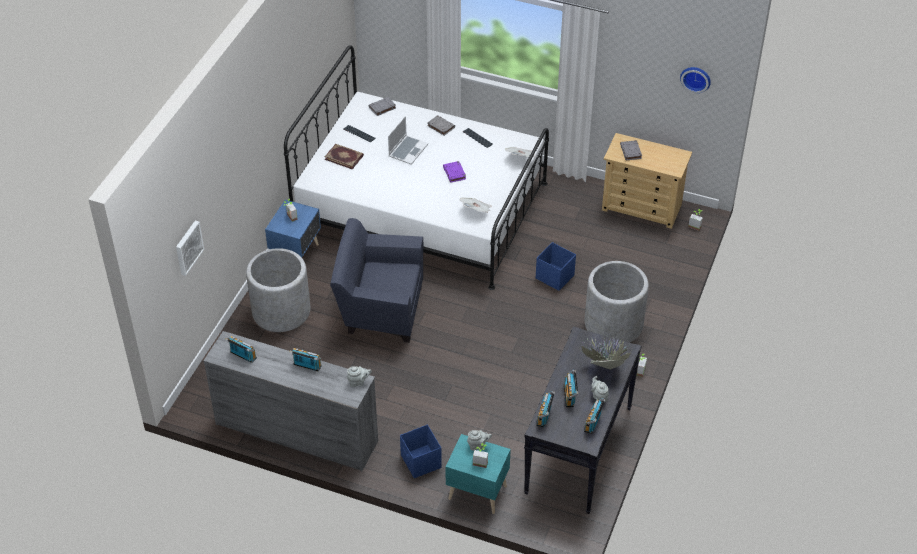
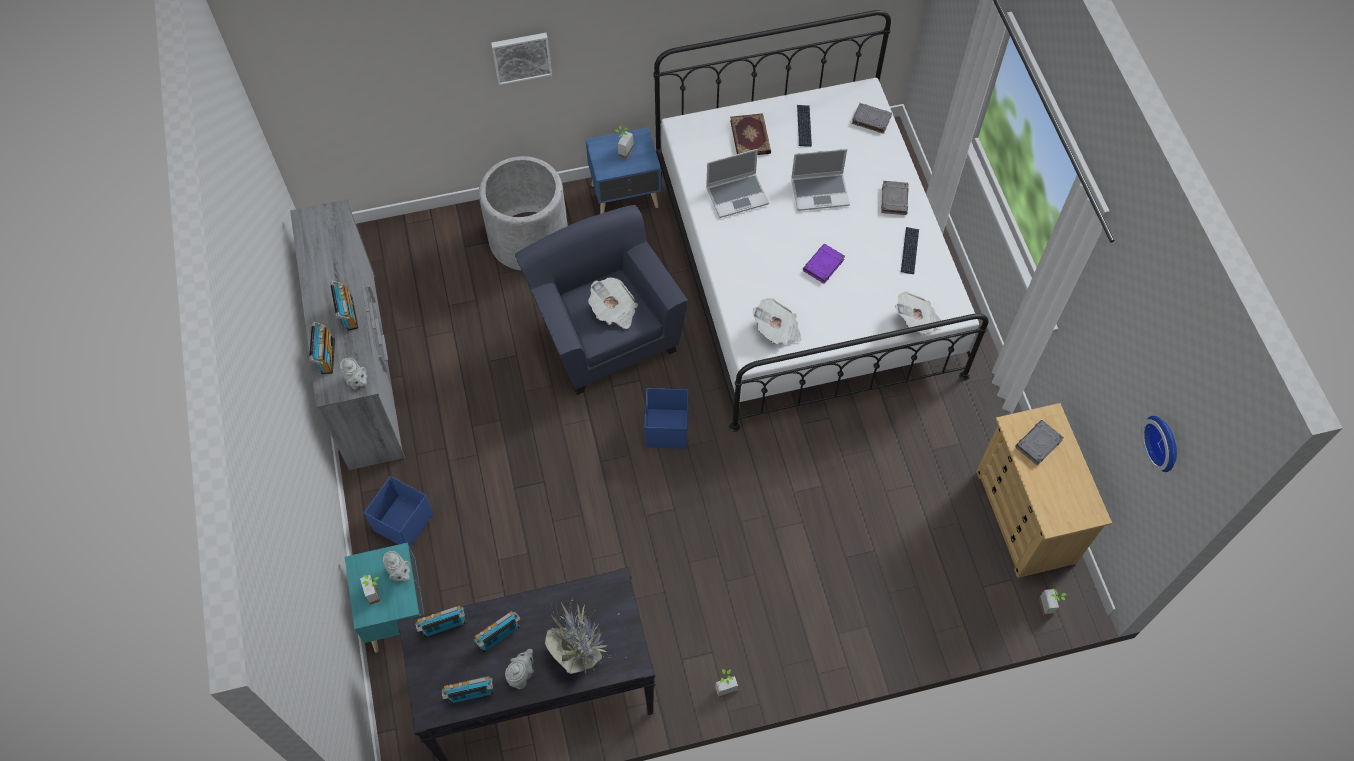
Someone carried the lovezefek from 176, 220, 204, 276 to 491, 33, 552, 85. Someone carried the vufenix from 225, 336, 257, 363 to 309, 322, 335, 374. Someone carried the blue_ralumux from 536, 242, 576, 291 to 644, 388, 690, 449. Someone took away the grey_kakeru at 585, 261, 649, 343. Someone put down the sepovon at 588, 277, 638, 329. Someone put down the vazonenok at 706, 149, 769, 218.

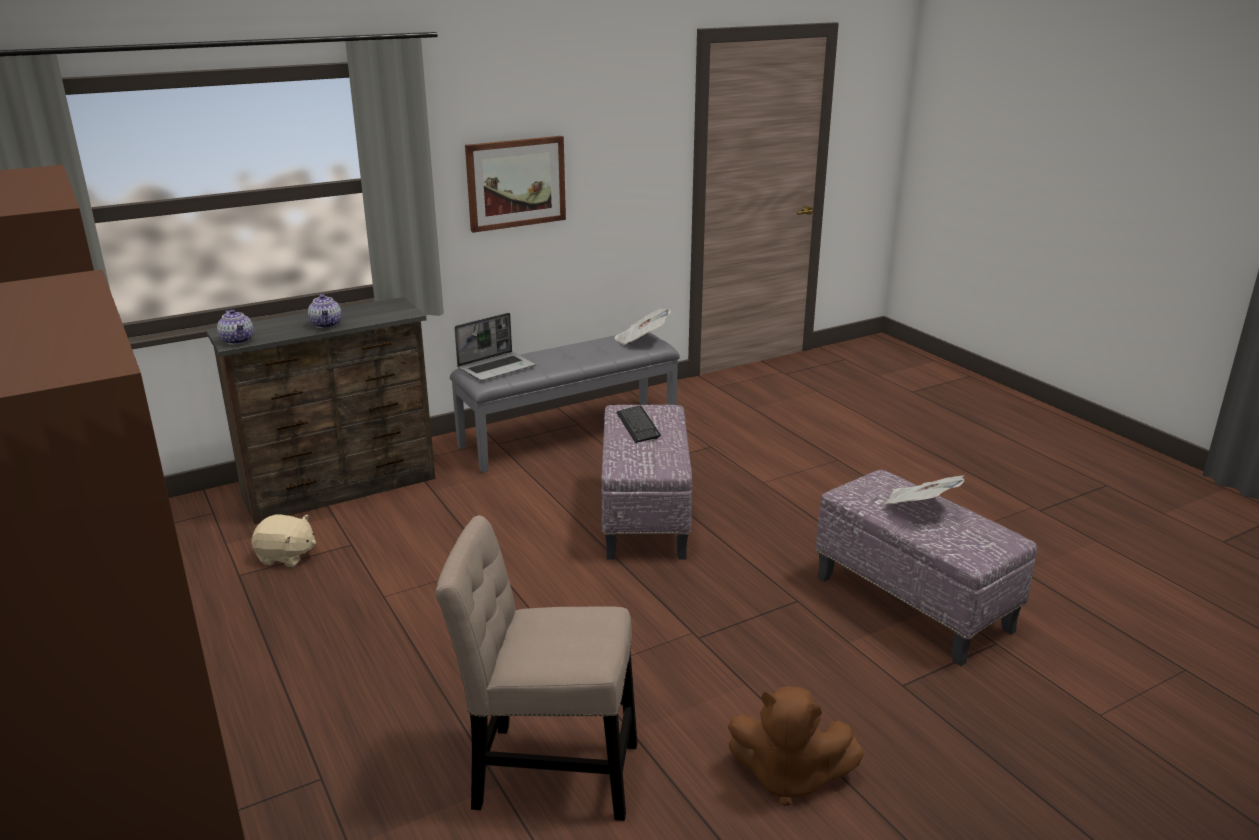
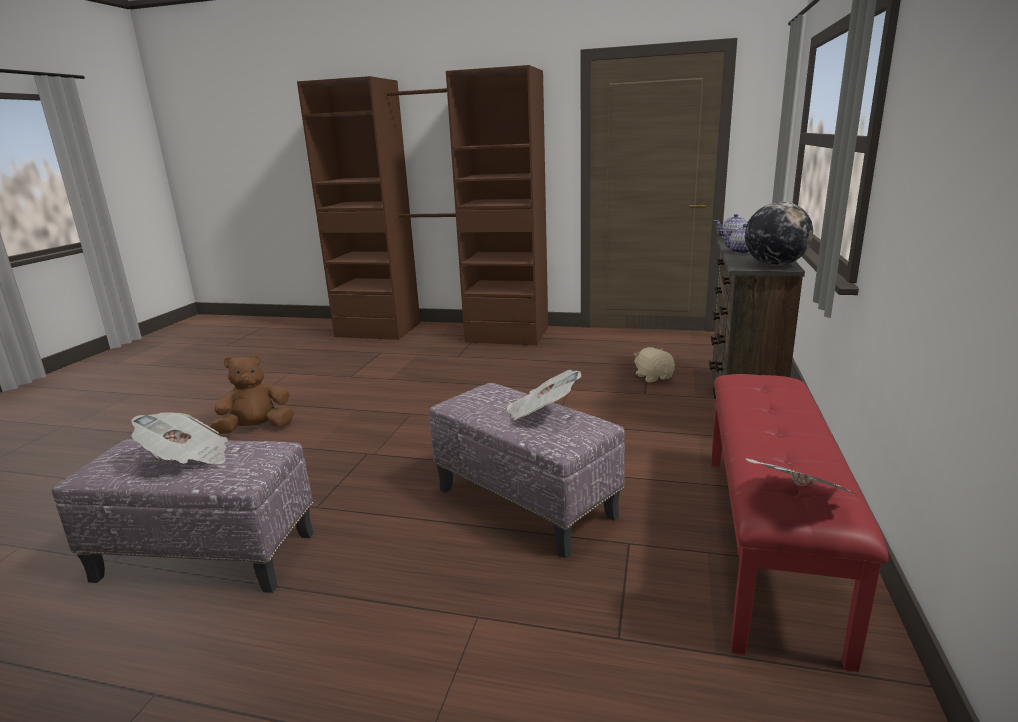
Someone rotated the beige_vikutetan at 251, 515, 316, 567 by 105 degrees clockwise. Someone took away the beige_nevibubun at 435, 515, 637, 821. Someone repainted the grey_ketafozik at 450, 332, 680, 473, which became the red_ketafozik at 711, 374, 889, 672. Someone took away the vazonenok at 454, 313, 536, 381. Someone took away the lovezefek at 465, 136, 566, 233. Someone swapped the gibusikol at 616, 405, 661, 443 for the sepovon at 506, 369, 581, 420. Someone put down the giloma at 745, 202, 813, 266.

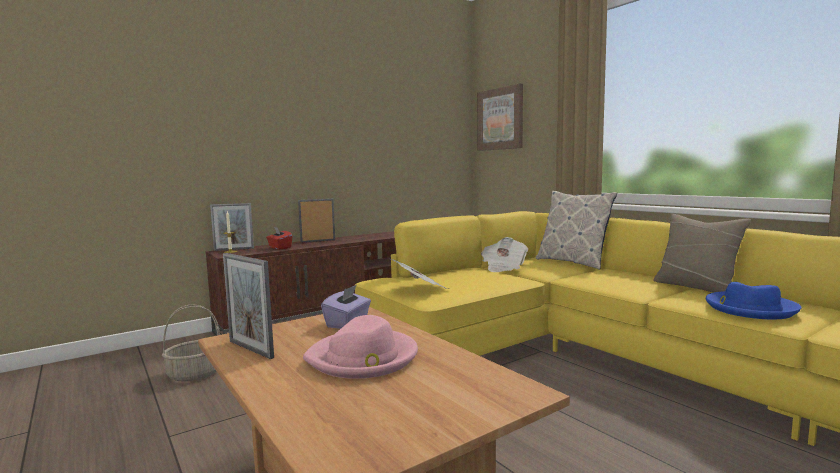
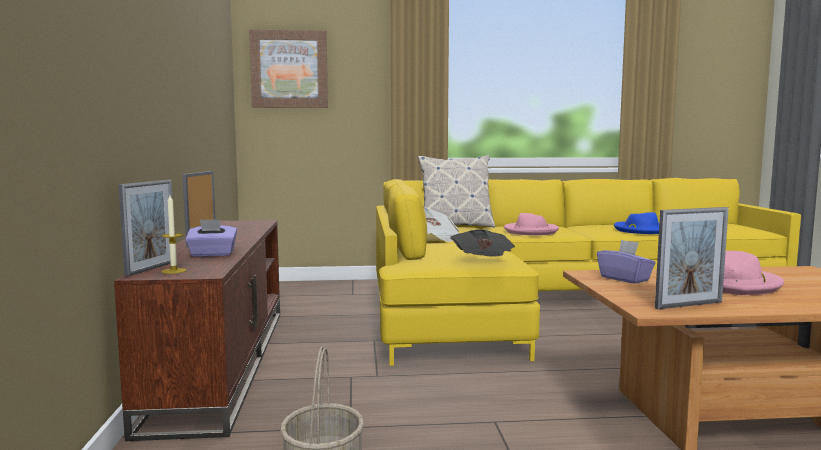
Someone repainted the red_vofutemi at 266, 227, 293, 250, which became the purple_vofutemi at 185, 219, 237, 257. Someone took away the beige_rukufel at 653, 214, 751, 293. Someone put down the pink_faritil at 504, 213, 559, 235.

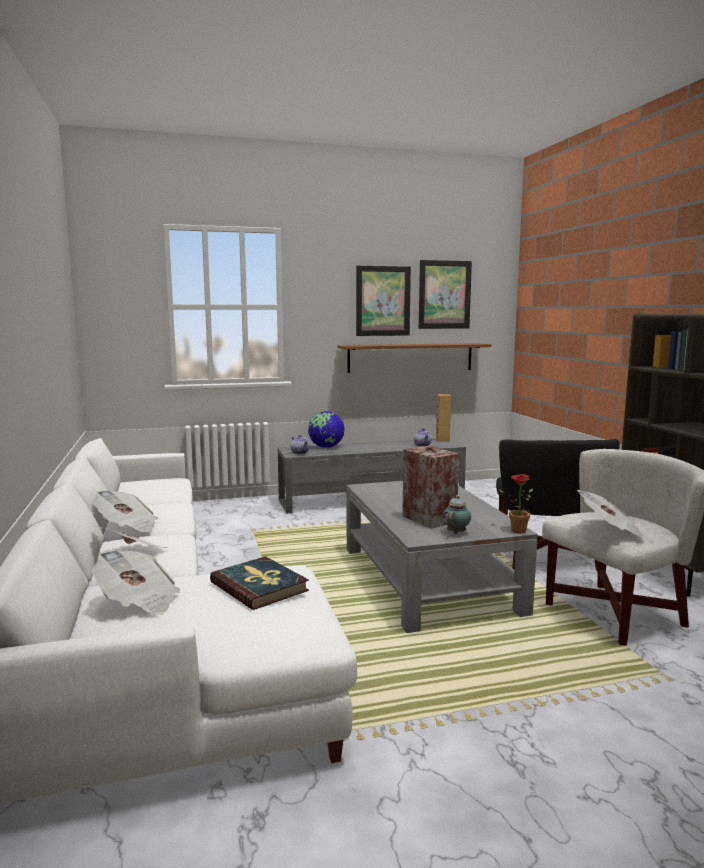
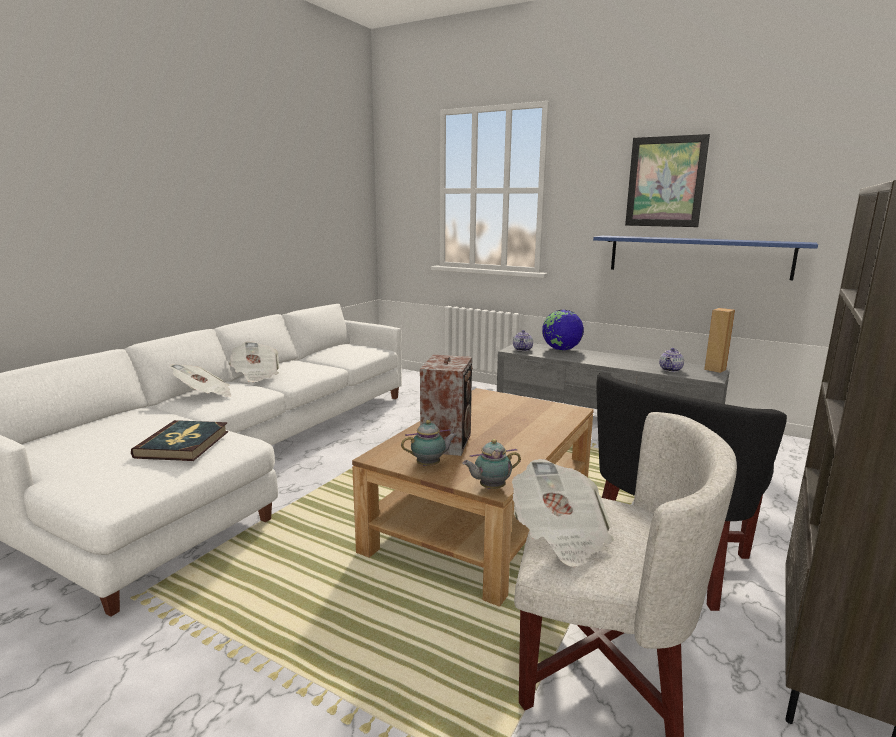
Someone took away the sepovon at 91, 550, 180, 615. Someone repainted the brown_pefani at 337, 343, 491, 373, which became the blue_pefani at 593, 236, 818, 280. Someone repainted the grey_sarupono at 347, 481, 538, 633, which became the brown_sarupono at 352, 388, 594, 607. Someone took away the lovezefek at 419, 260, 472, 329. Someone swapped the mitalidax at 499, 474, 533, 533 for the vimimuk at 462, 439, 521, 489.

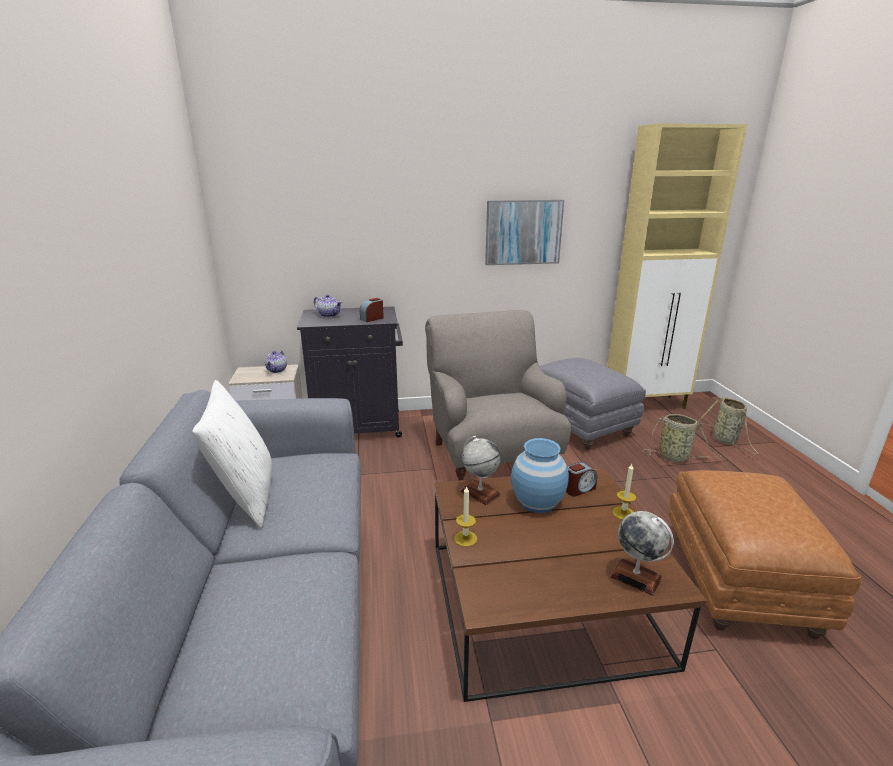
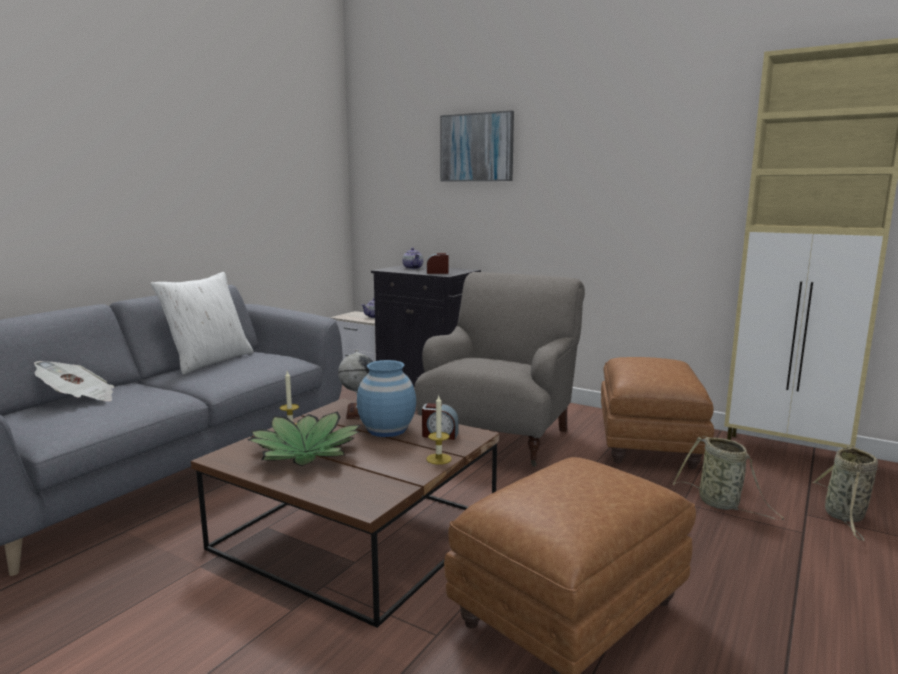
Someone carried the lovezefek from 485, 200, 564, 265 to 440, 110, 514, 182. Someone repainted the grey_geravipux at 540, 358, 646, 450, which became the brown_geravipux at 601, 357, 714, 469. Someone took away the giloma at 610, 511, 674, 596. Someone put down the sepovon at 34, 361, 114, 401. Someone put down the mitalidax at 247, 411, 361, 466.

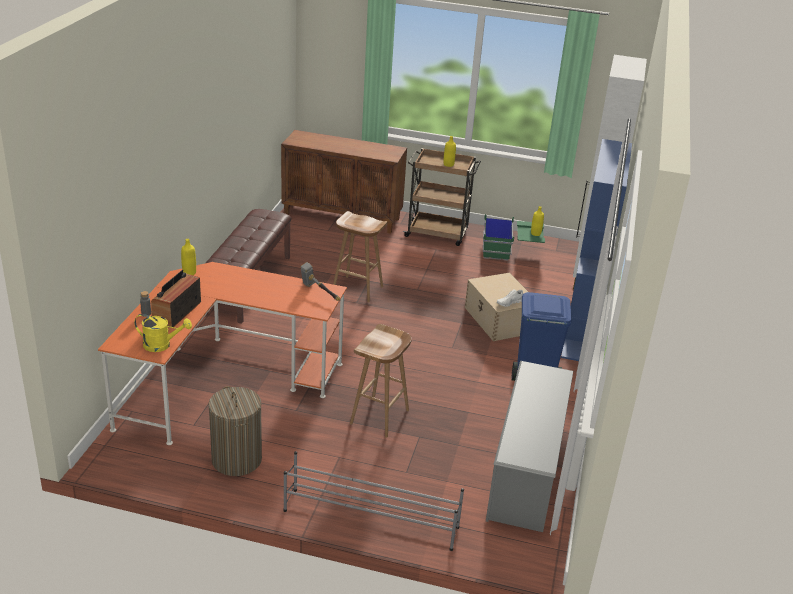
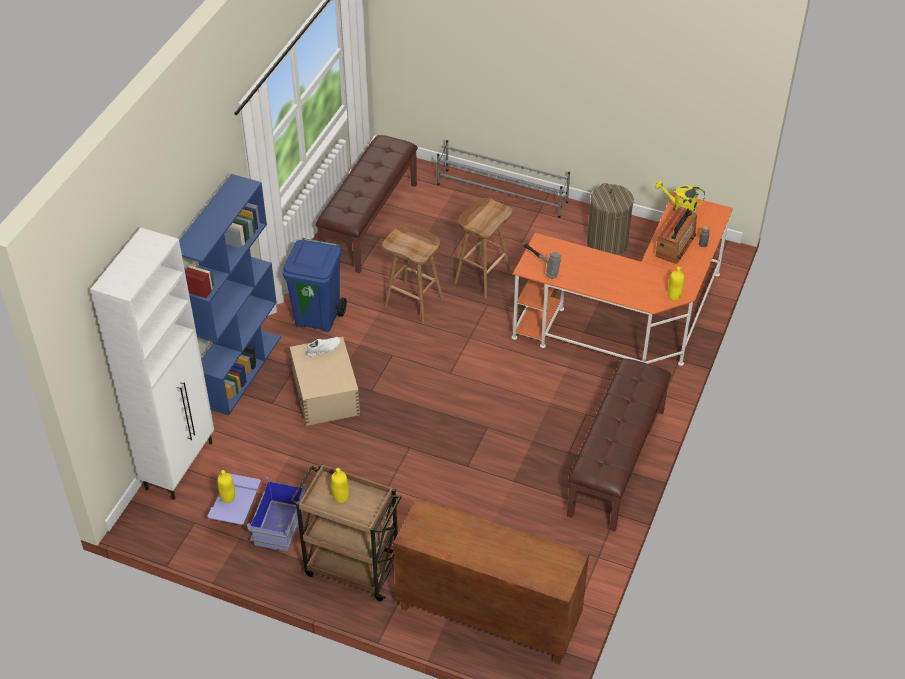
Someone carried the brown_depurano from 333, 211, 387, 303 to 382, 225, 444, 324. Someone repainted the green_ralumux at 483, 214, 545, 260, which became the blue_ralumux at 207, 473, 306, 552. Someone swapped the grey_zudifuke at 486, 361, 573, 532 for the brown_ketafozik at 316, 135, 418, 273.

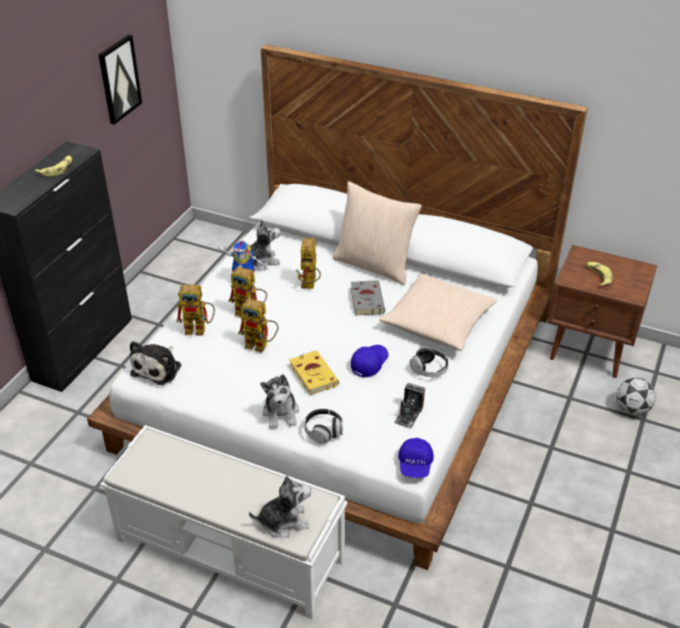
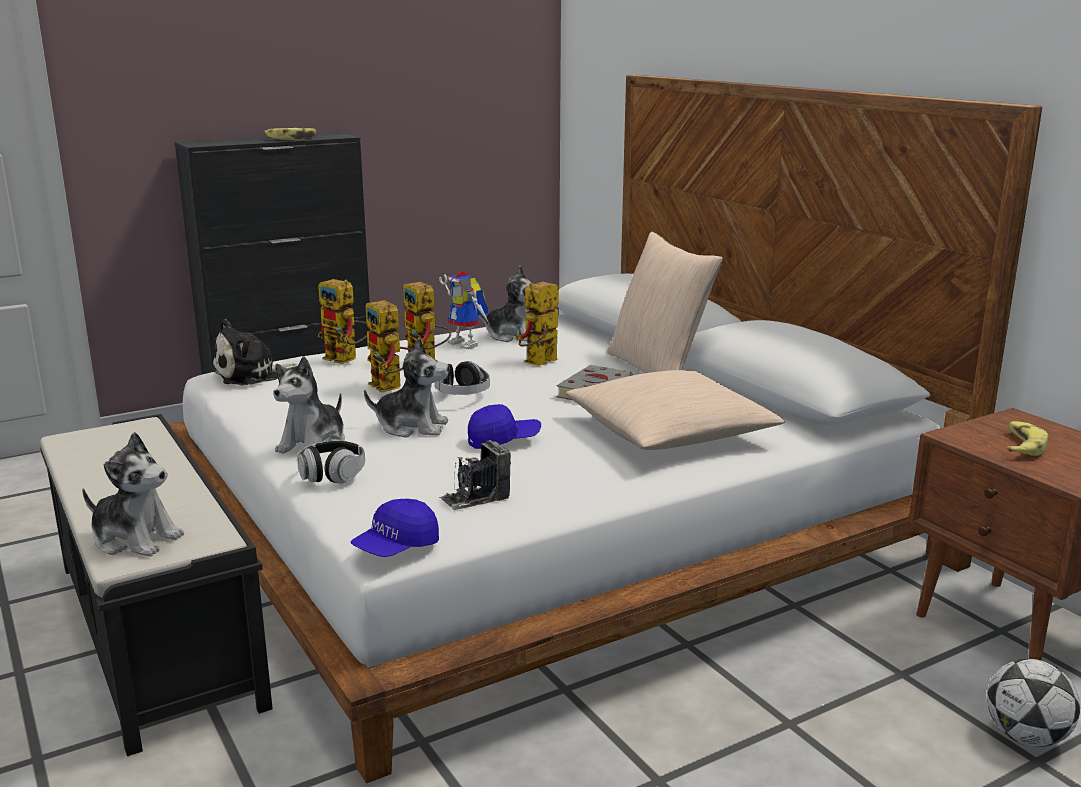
Someone took away the lovezefek at 98, 34, 142, 125. Someone repainted the white_ketafozik at 100, 425, 348, 619, which became the black_ketafozik at 40, 414, 273, 756. Someone swapped the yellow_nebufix at 289, 350, 339, 395 for the vikutetan at 364, 338, 449, 438. Someone carried the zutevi from 410, 346, 449, 377 to 435, 361, 490, 395.

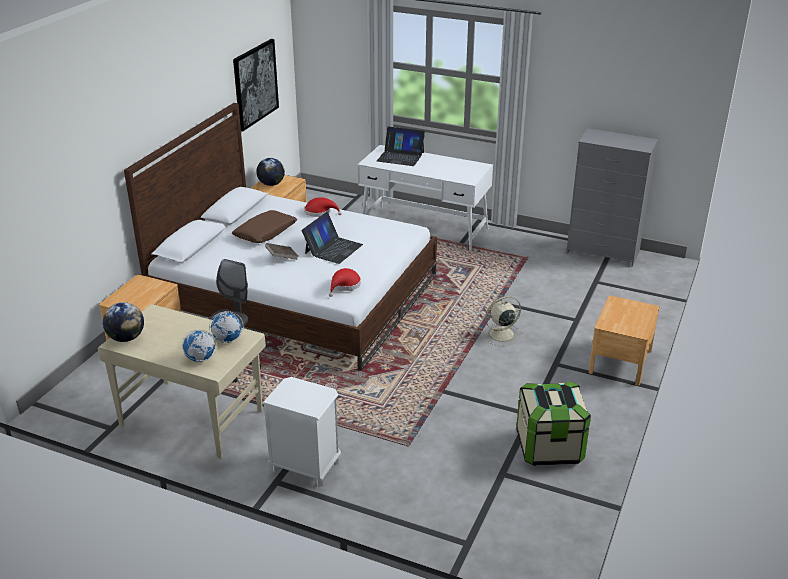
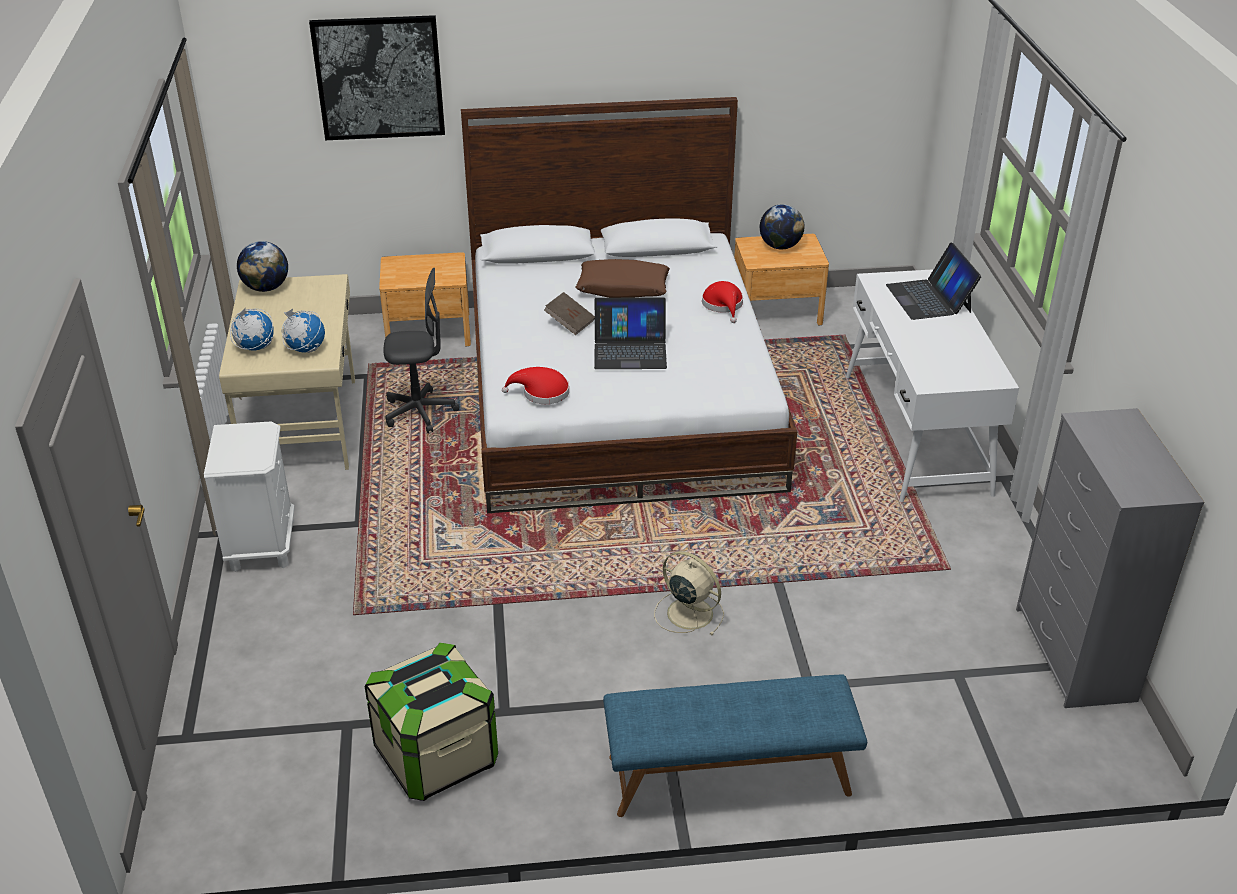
Someone carried the lovezefek from 233, 39, 279, 132 to 309, 15, 445, 140. Someone swapped the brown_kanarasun at 588, 296, 659, 386 for the blue_ketafozik at 603, 674, 867, 817.

